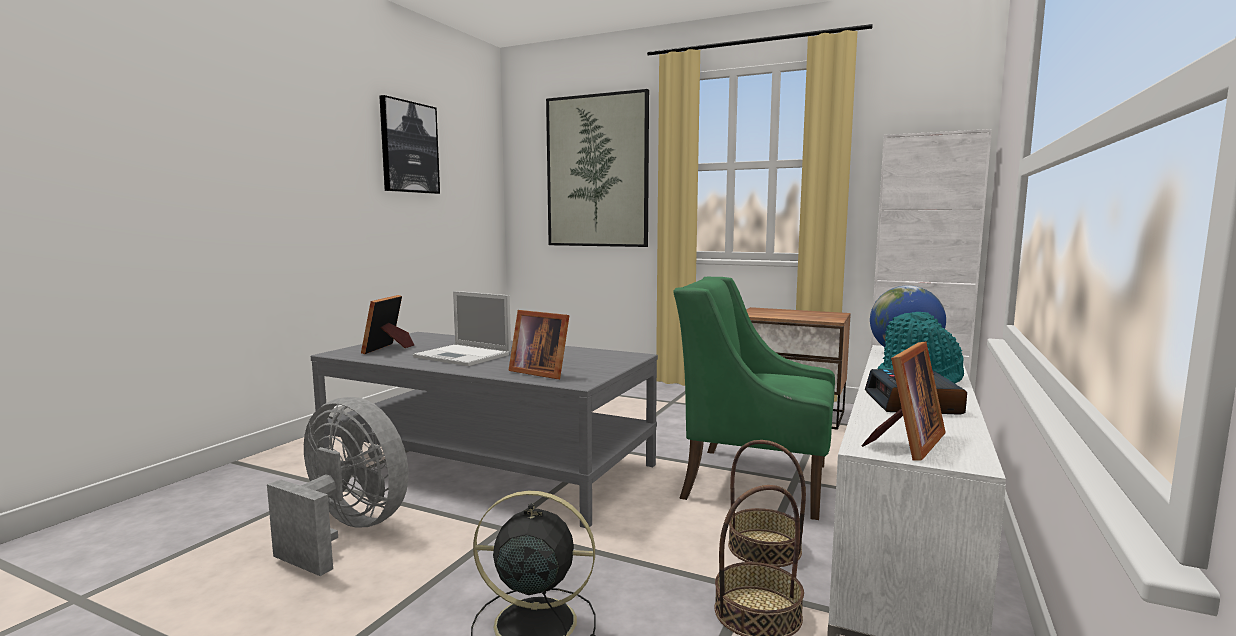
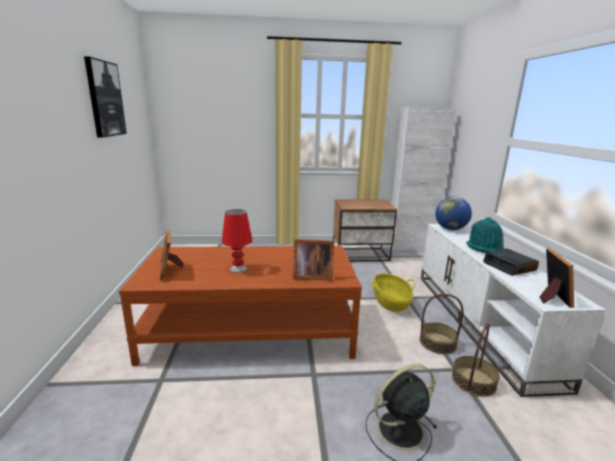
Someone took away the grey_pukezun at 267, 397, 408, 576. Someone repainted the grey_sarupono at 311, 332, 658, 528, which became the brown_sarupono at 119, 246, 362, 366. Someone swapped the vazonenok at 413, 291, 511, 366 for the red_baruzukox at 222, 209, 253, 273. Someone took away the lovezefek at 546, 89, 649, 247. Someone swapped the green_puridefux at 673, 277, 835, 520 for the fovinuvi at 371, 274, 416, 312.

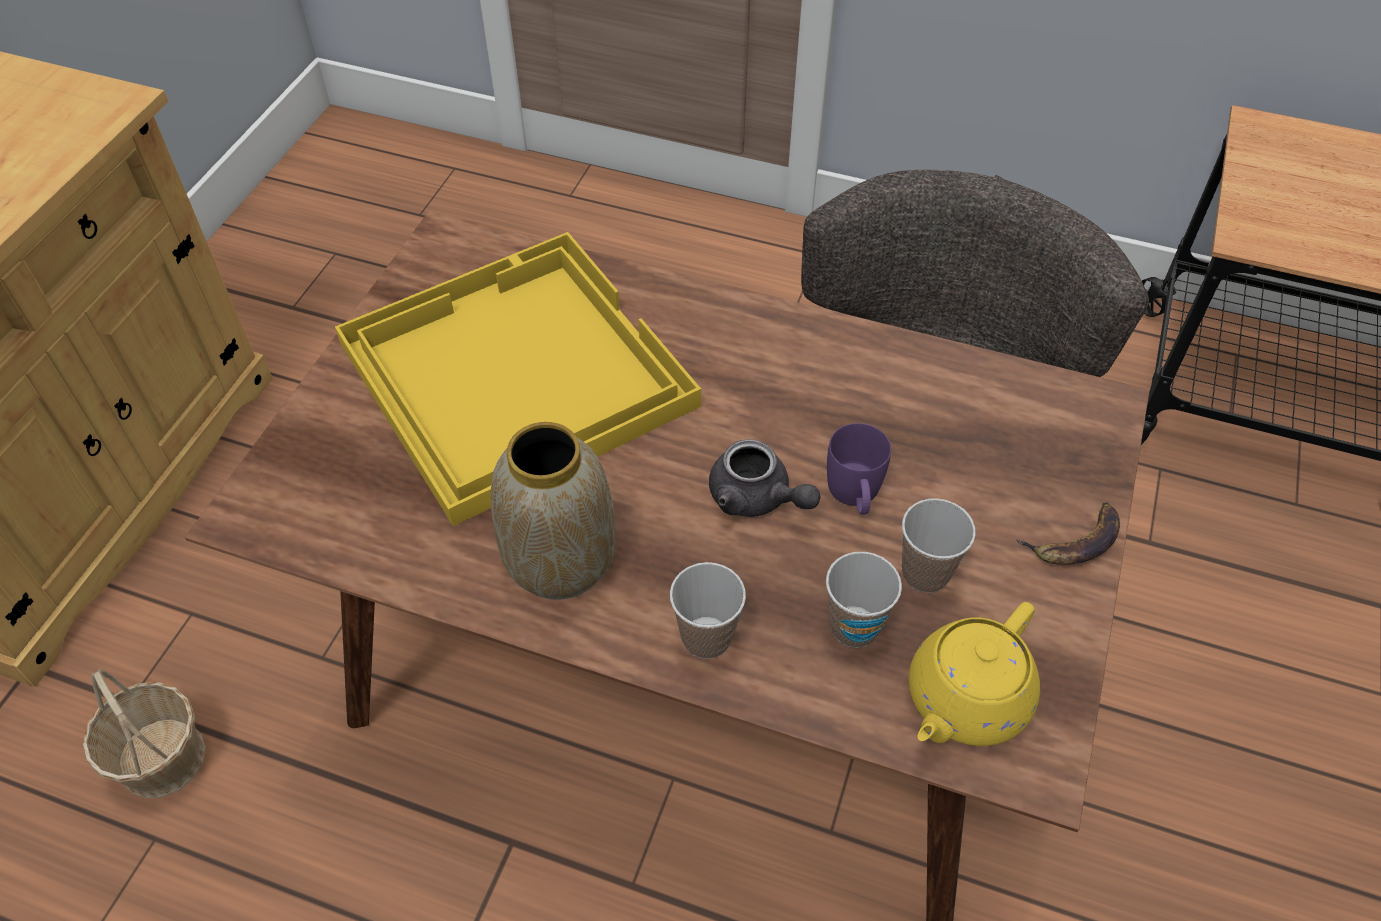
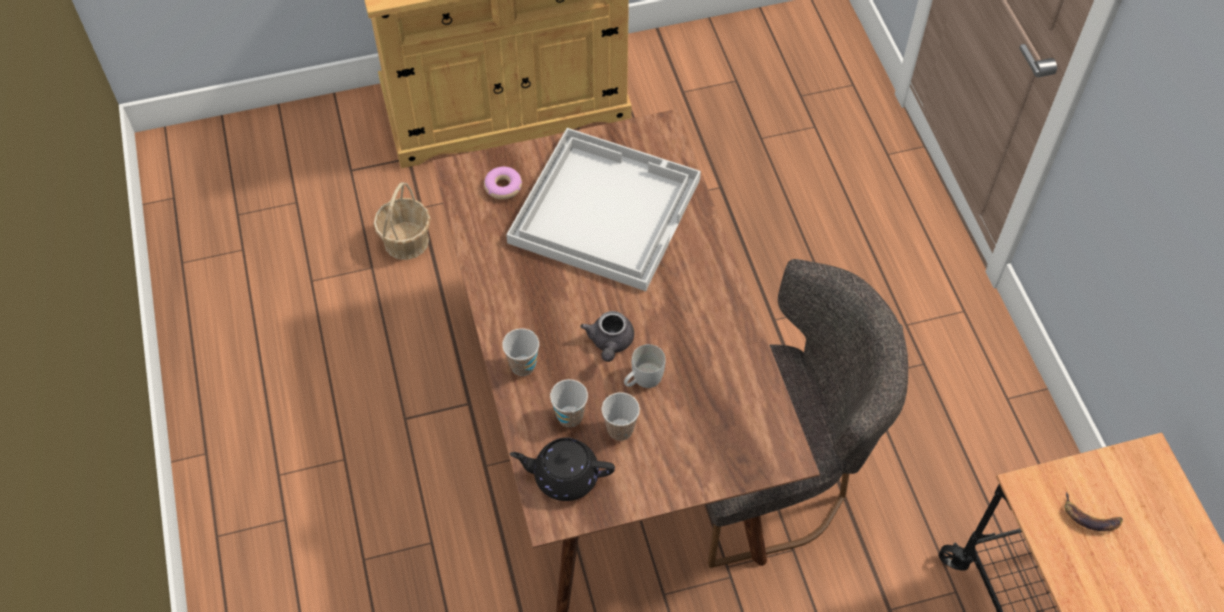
Someone repainted the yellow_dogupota at 335, 232, 701, 526, which became the white_dogupota at 506, 128, 701, 291. Someone took away the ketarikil at 491, 422, 616, 600. Someone repainted the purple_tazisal at 827, 423, 891, 515, which became the white_tazisal at 624, 344, 665, 388. Someone repainted the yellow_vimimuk at 909, 602, 1040, 746, which became the black_vimimuk at 510, 438, 615, 501. Someone carried the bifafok from 1016, 502, 1120, 565 to 1064, 492, 1123, 531. Someone put down the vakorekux at 484, 167, 522, 200.

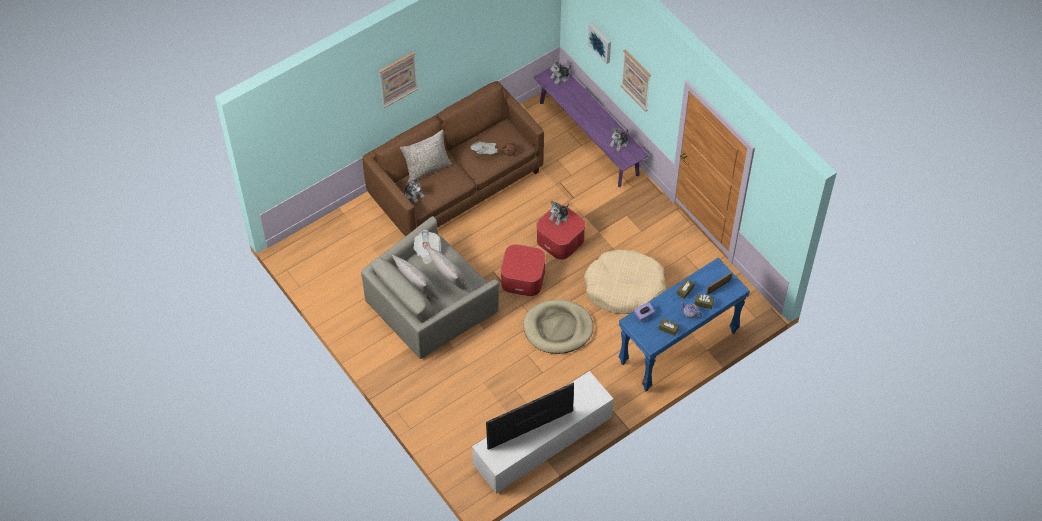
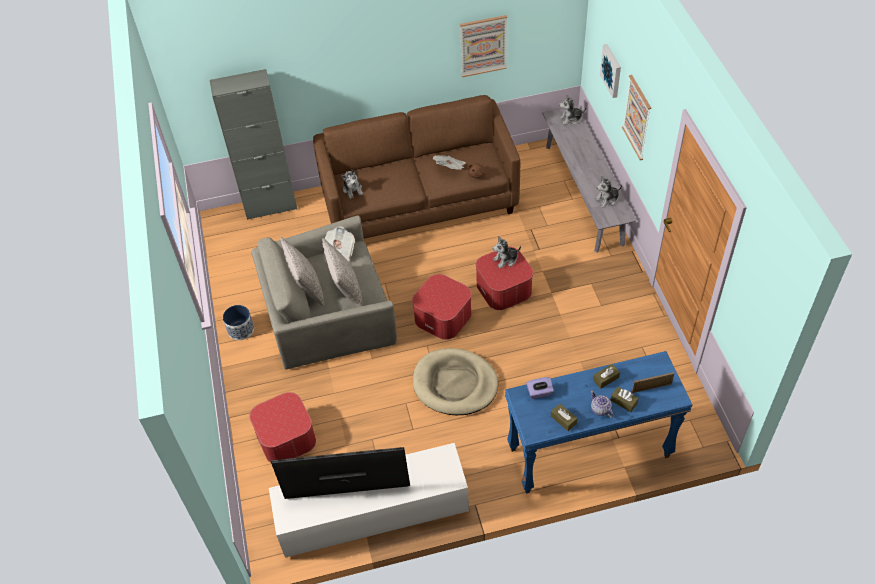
Someone carried the lovezefek from 379, 52, 418, 108 to 460, 15, 507, 77. Someone took away the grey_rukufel at 400, 130, 452, 182. Someone repainted the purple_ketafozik at 534, 66, 649, 187, which became the grey_ketafozik at 542, 105, 636, 253. Someone took away the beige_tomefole at 584, 249, 666, 314. Someone put down the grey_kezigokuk at 210, 69, 297, 220. Someone put down the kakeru at 223, 305, 254, 340. Someone put down the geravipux at 249, 392, 316, 463.

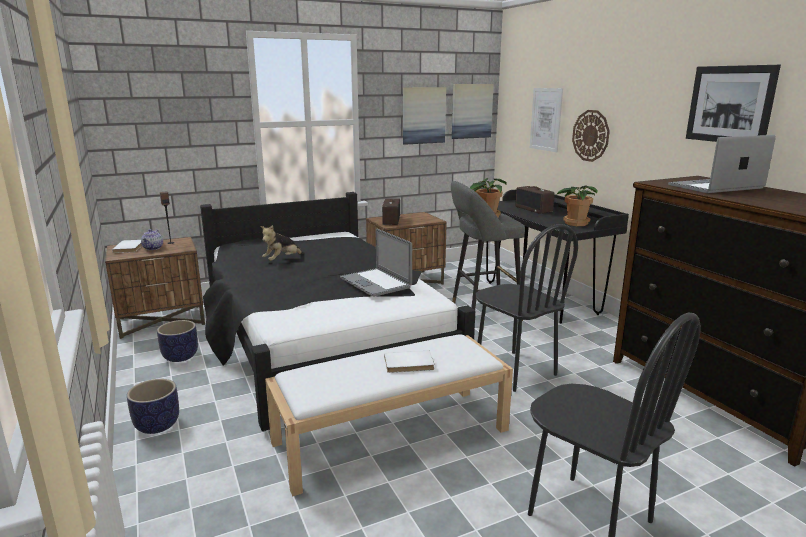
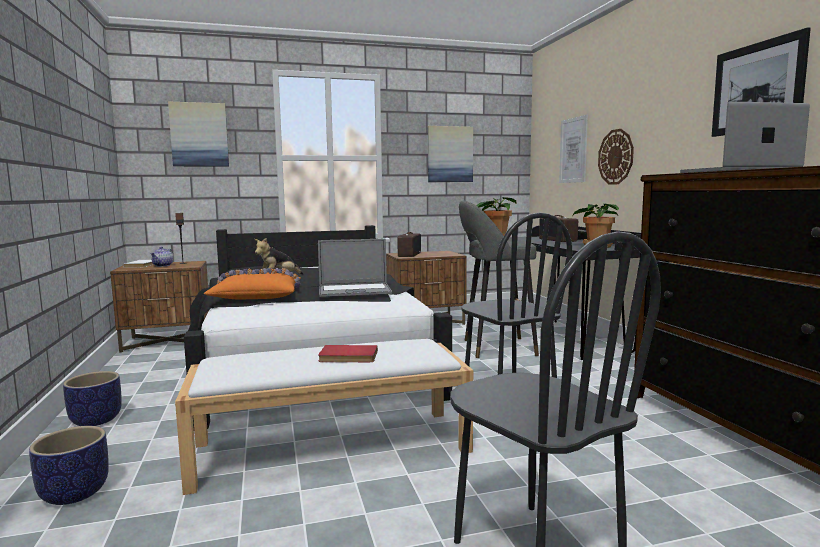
Someone carried the kakeru from 157, 320, 198, 362 to 29, 426, 109, 505. Someone rotated the vazonenok at 340, 228, 412, 297 by 75 degrees counterclockwise. Someone repainted the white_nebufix at 384, 351, 434, 373, which became the red_nebufix at 318, 345, 378, 362. Someone carried the lovezefek from 452, 84, 494, 139 to 168, 102, 229, 166. Someone put down the orange_rukufel at 204, 268, 301, 299.

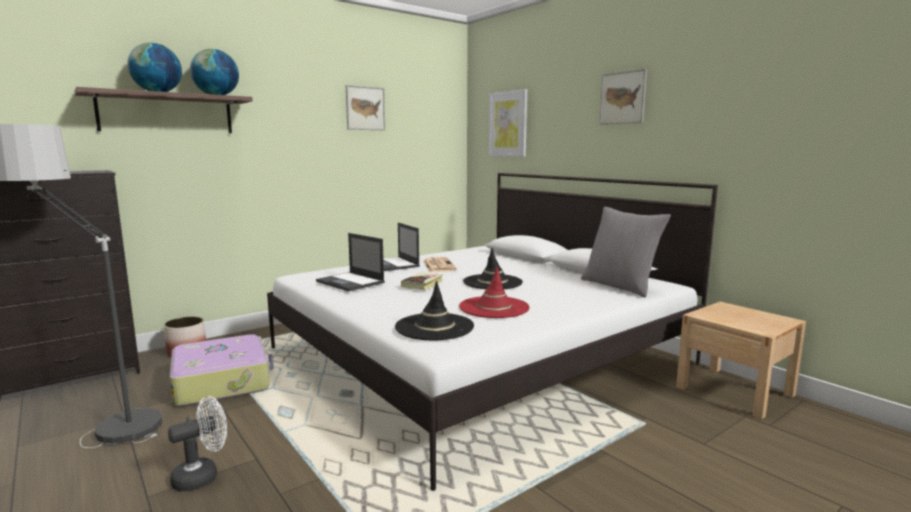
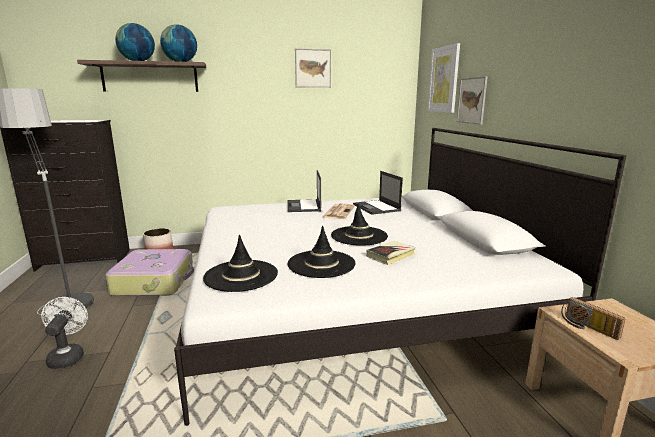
Someone rotated the white_pukezun at 168, 396, 227, 491 by 90 degrees counterclockwise. Someone carried the vazonenok from 316, 233, 385, 292 to 353, 171, 403, 215. Someone carried the nebufix from 401, 272, 443, 290 to 366, 241, 416, 265. Someone repainted the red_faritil at 459, 267, 530, 318, which became the black_faritil at 288, 225, 356, 278. Someone took away the grey_rukufel at 581, 207, 671, 298. Someone carried the lovezefek from 599, 69, 647, 125 to 457, 76, 488, 125. Someone put down the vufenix at 561, 297, 626, 340.

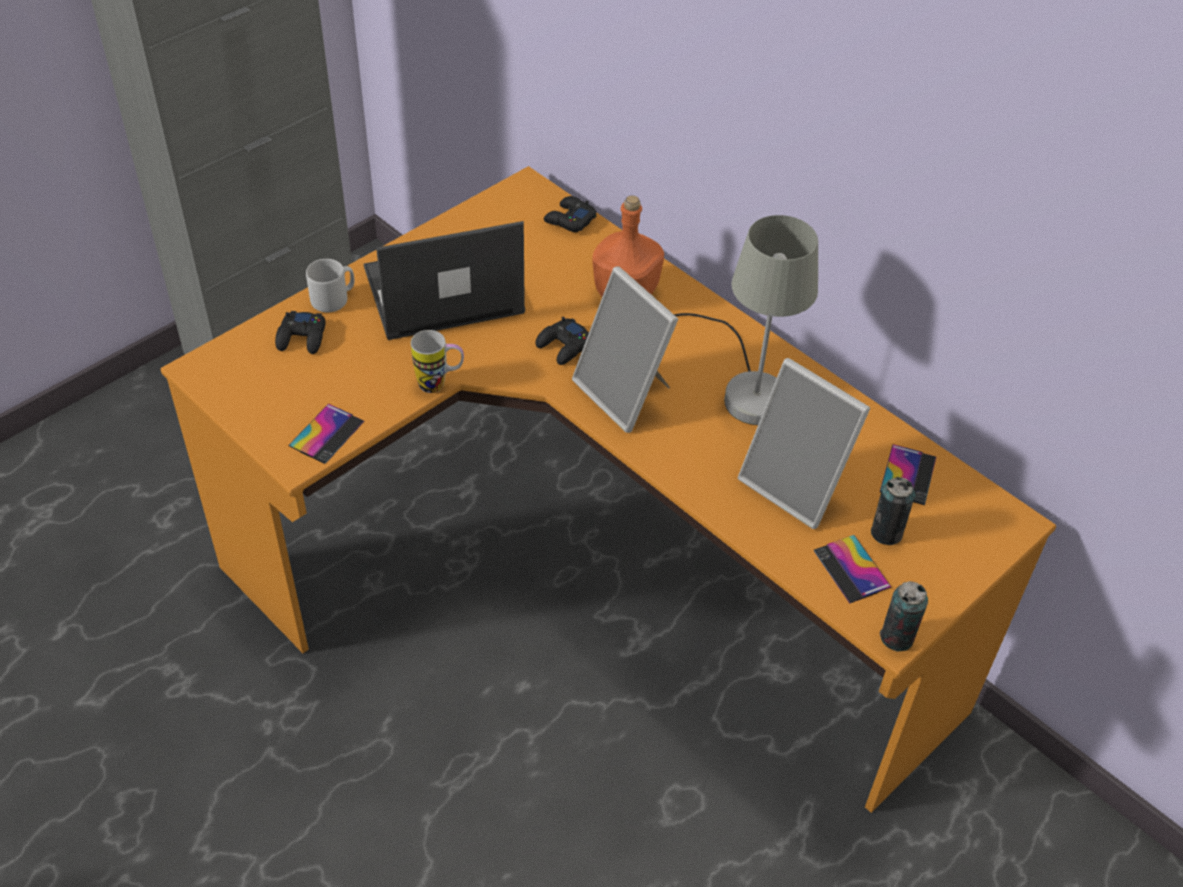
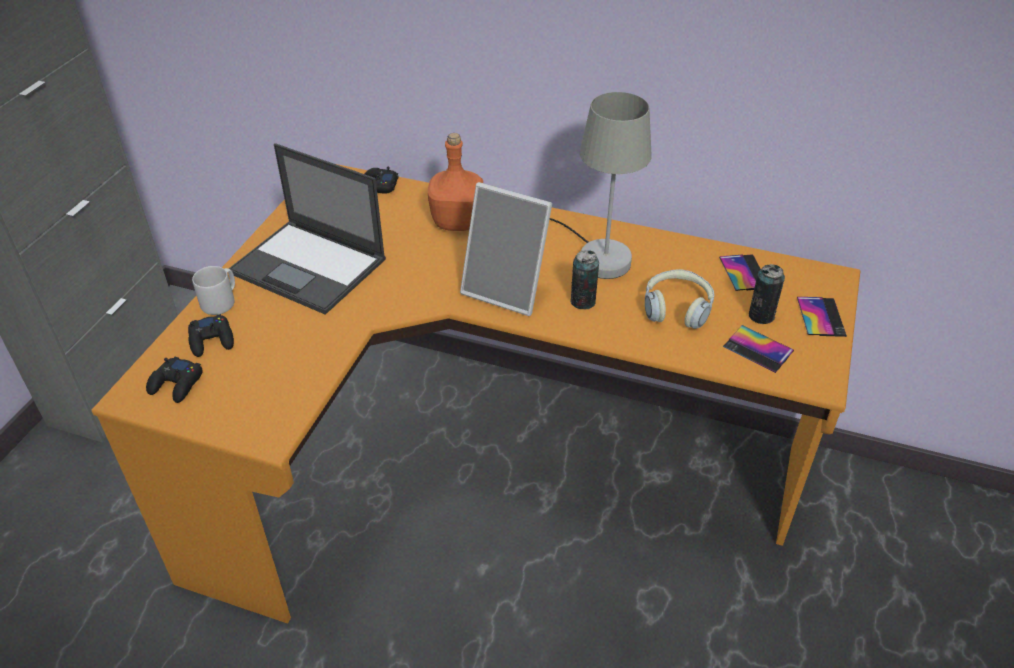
Someone carried the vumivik from 288, 404, 364, 464 to 797, 297, 847, 337. Someone rotated the vazonenok at 363, 221, 525, 340 by 105 degrees counterclockwise. Someone took away the tazisal at 411, 330, 464, 393. Someone carried the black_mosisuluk from 535, 317, 589, 365 to 146, 357, 203, 403. Someone swapped the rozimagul at 738, 358, 870, 529 for the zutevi at 645, 269, 714, 329. Someone carried the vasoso from 880, 581, 928, 652 to 570, 250, 599, 309.

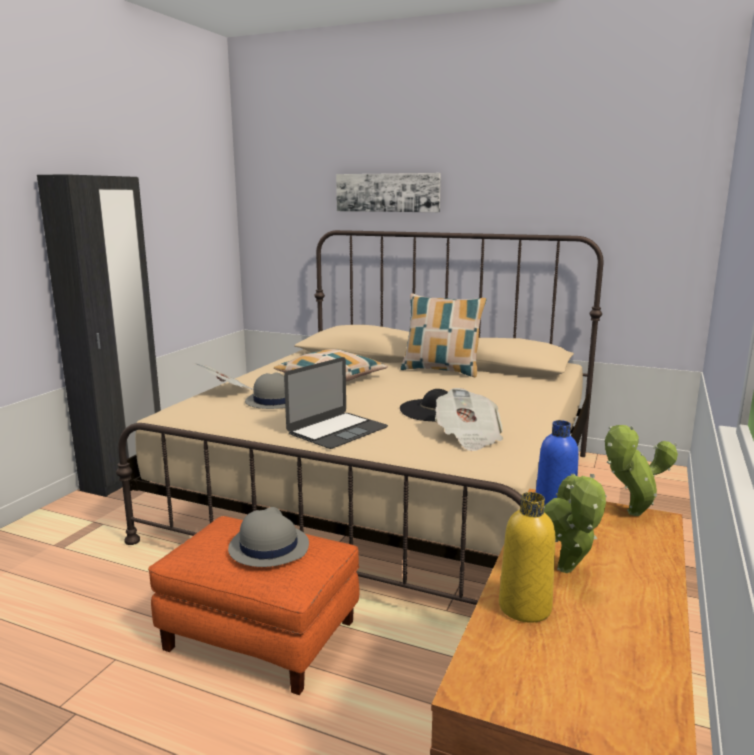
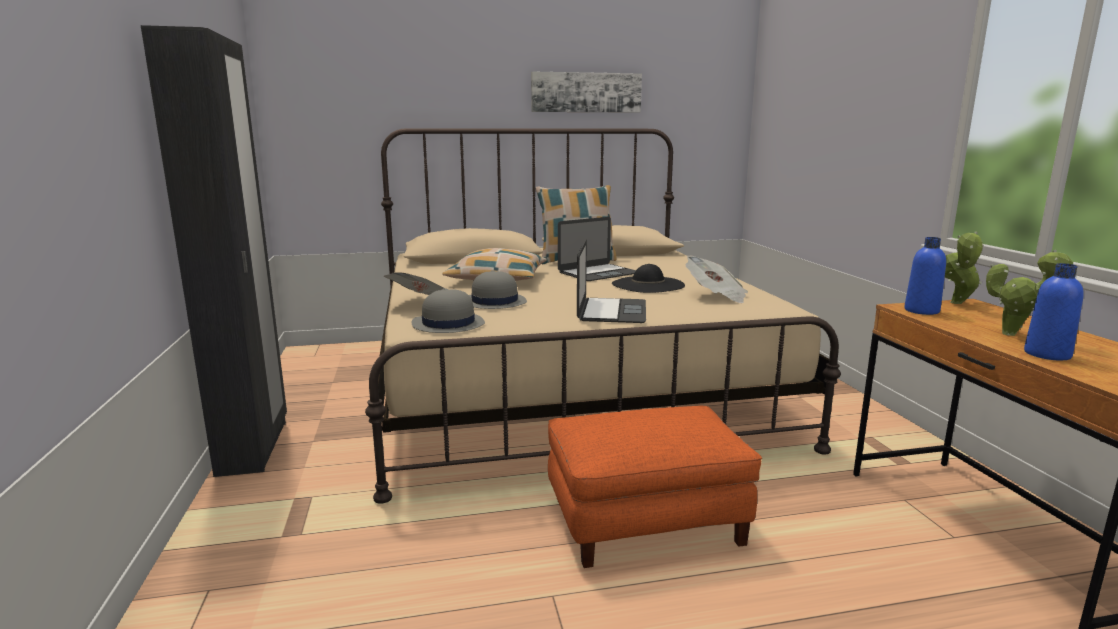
Someone carried the grey_faritil from 228, 507, 309, 567 to 412, 288, 485, 333. Someone carried the lovezefek from 336, 173, 441, 212 to 531, 71, 642, 113. Someone repainted the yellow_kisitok at 499, 492, 555, 623, which became the blue_kisitok at 1024, 263, 1084, 360. Someone put down the vazonenok at 558, 217, 636, 281.

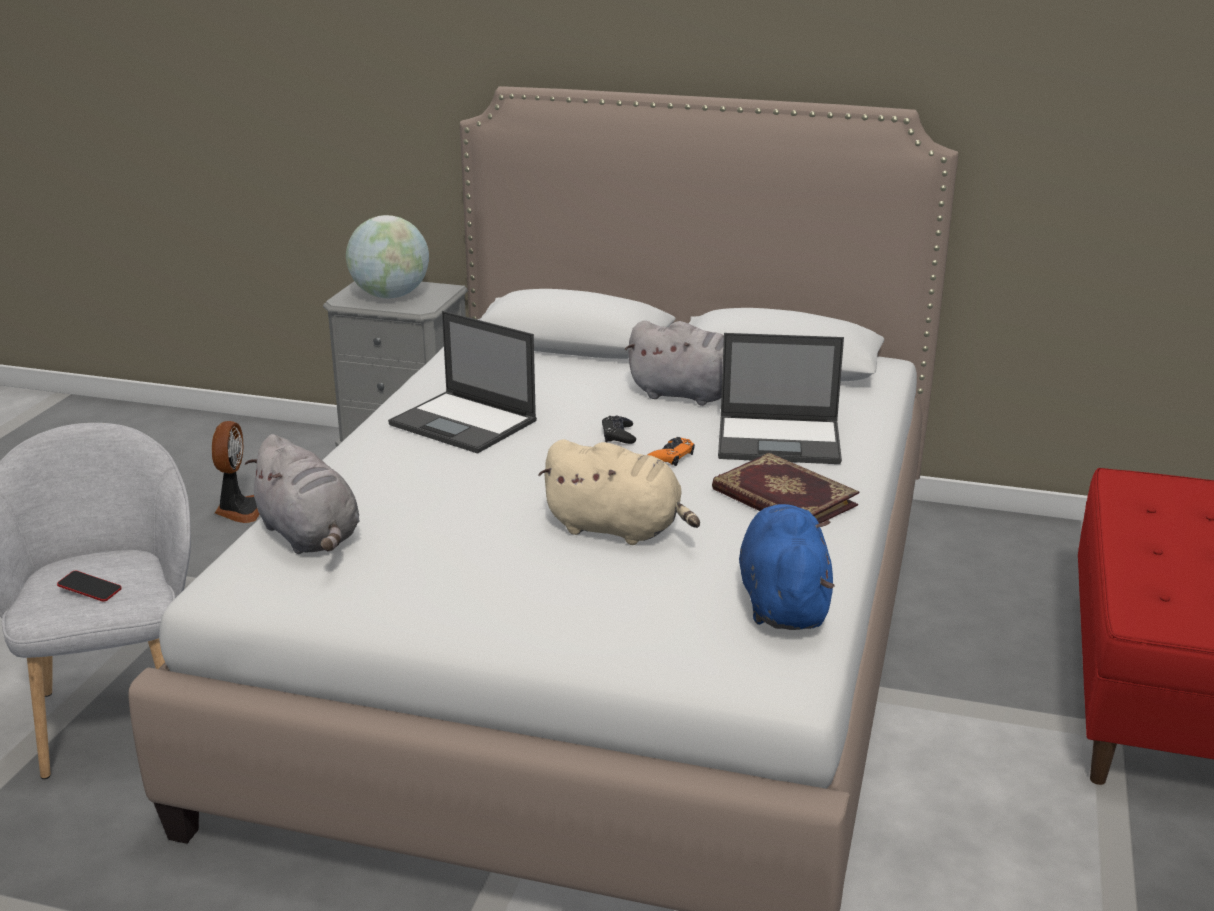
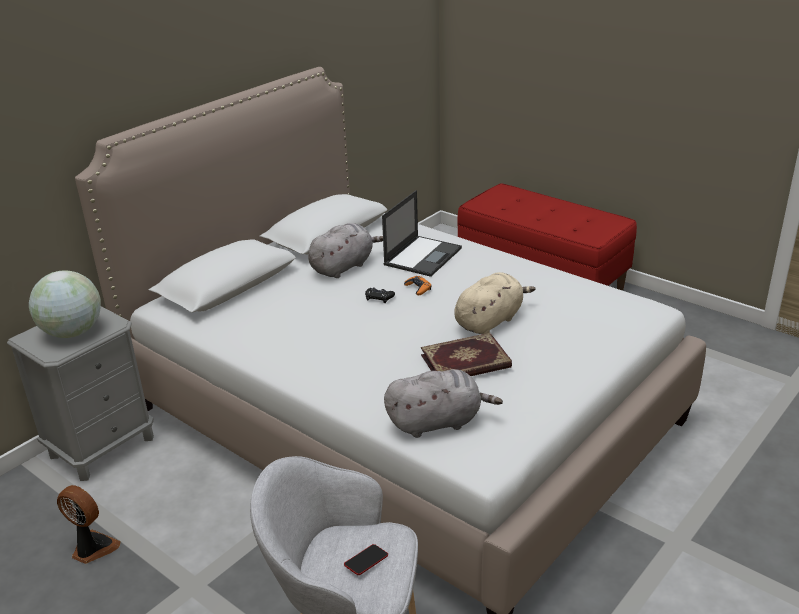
Someone took away the vazonenok at 388, 311, 537, 454. Someone carried the nebufix from 712, 453, 859, 523 to 421, 333, 512, 376. Someone took away the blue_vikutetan at 739, 504, 835, 630.

